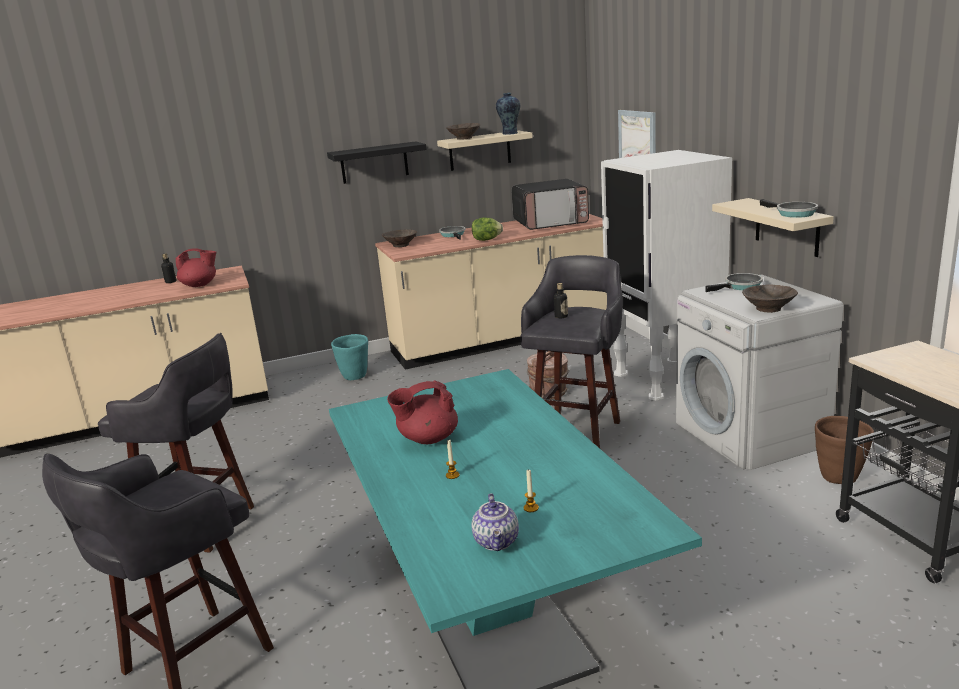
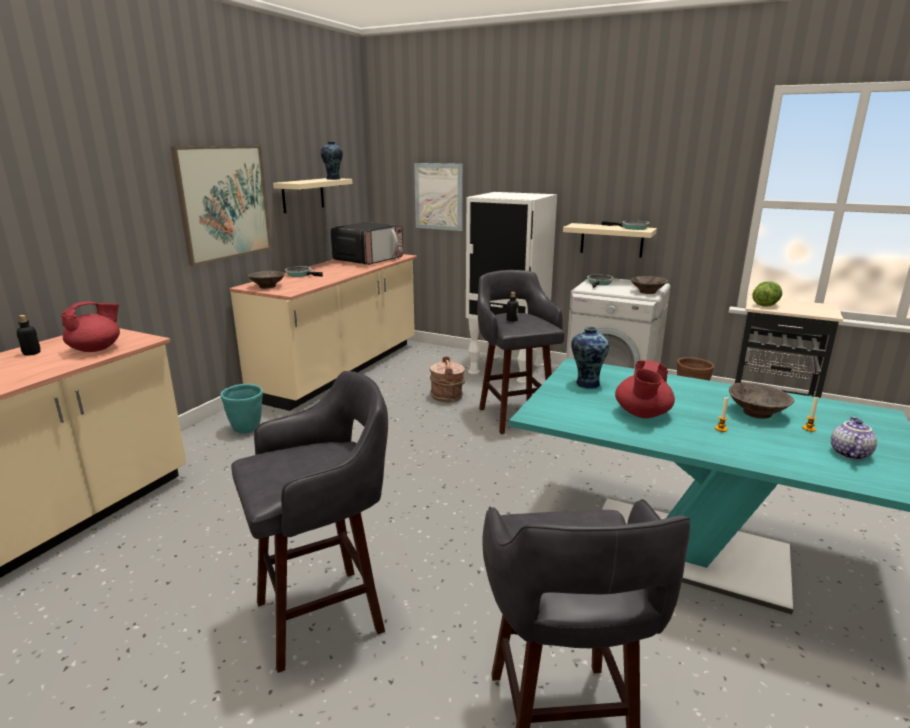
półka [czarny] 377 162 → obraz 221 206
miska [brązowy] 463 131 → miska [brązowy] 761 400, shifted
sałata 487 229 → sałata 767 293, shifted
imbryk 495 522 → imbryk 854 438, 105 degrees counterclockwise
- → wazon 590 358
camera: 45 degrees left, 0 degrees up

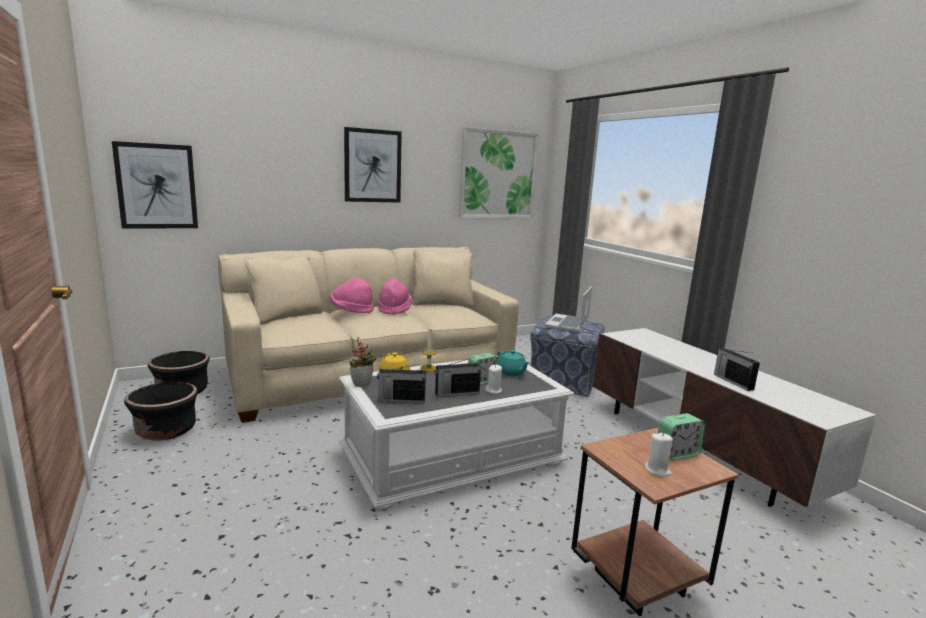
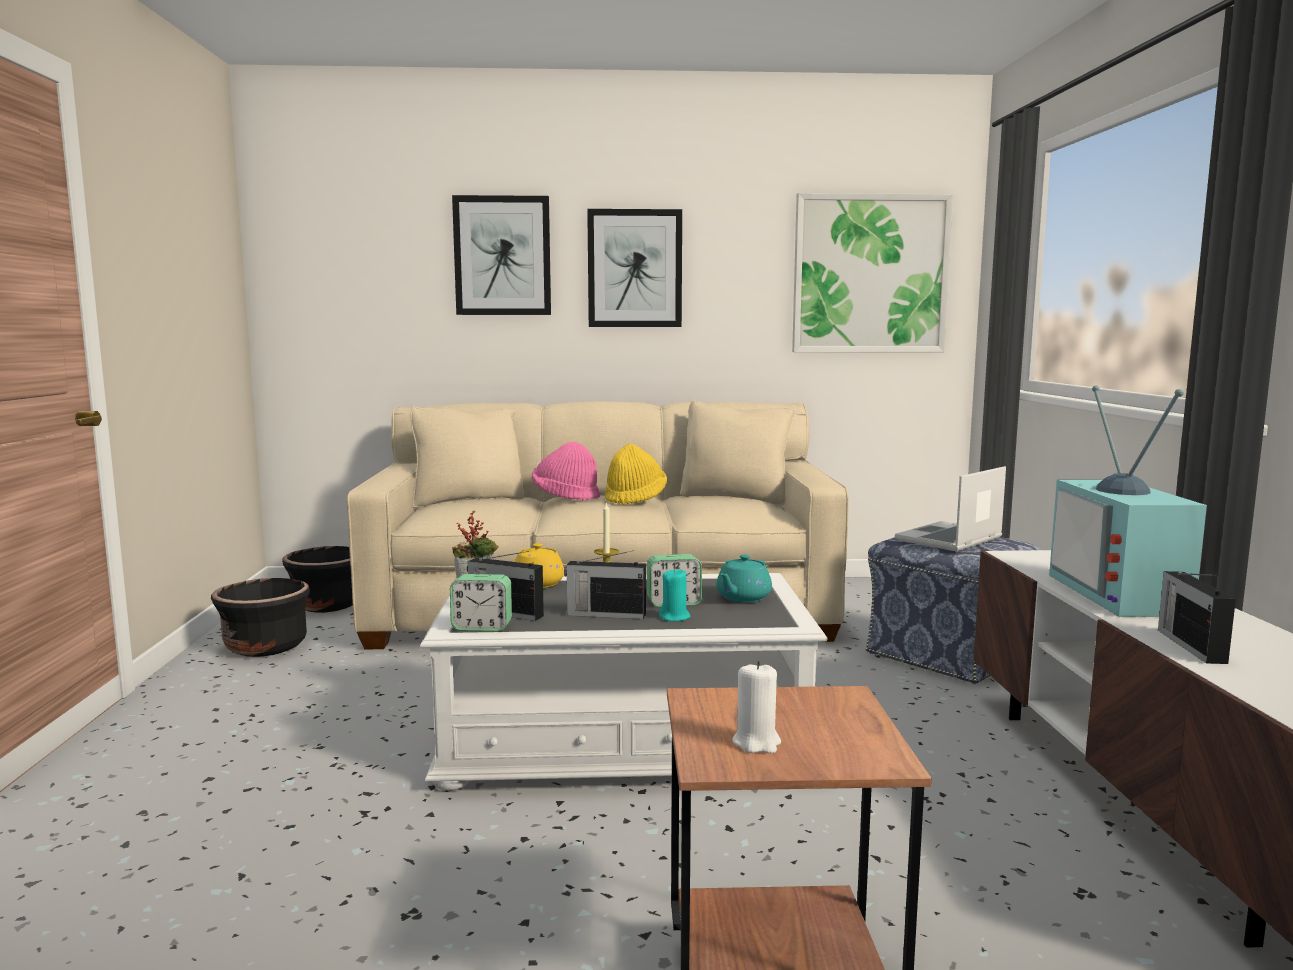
obraz 155 185 → obraz 501 255, shifted
kapelusz [różowy] 395 296 → kapelusz [żółty] 636 474
świeca [biały] 493 379 → świeca [turkusowy] 675 594
imbryk [turkusowy] 513 363 → imbryk [turkusowy] 744 578, 45 degrees clockwise
budzik 681 436 → budzik 481 602, shifted
- → telewizor 1128 501
camera: 25 degrees right, 5 degrees down

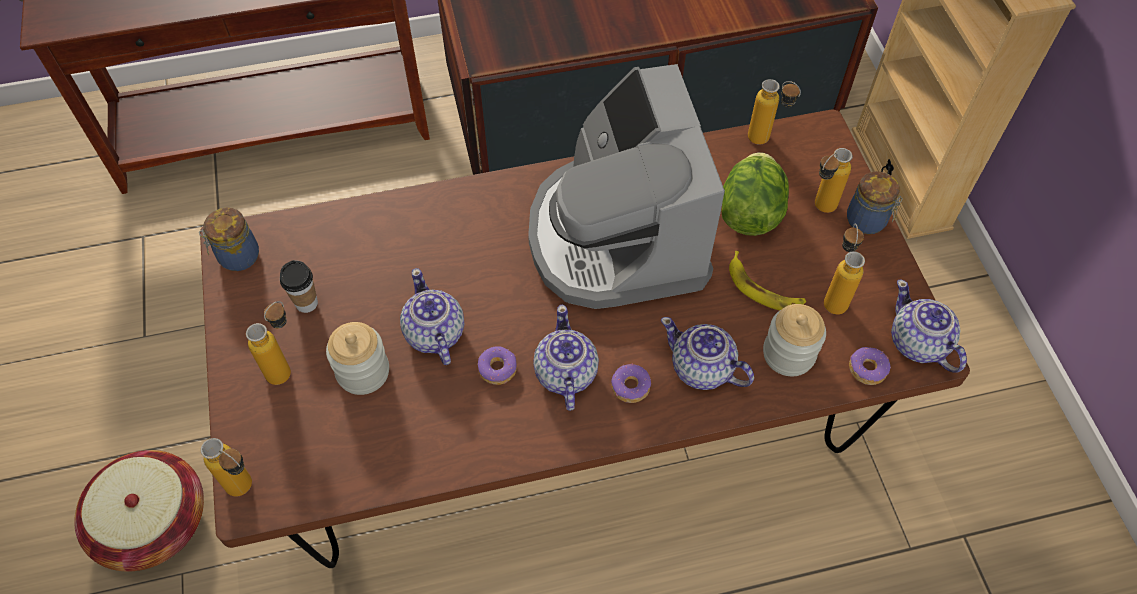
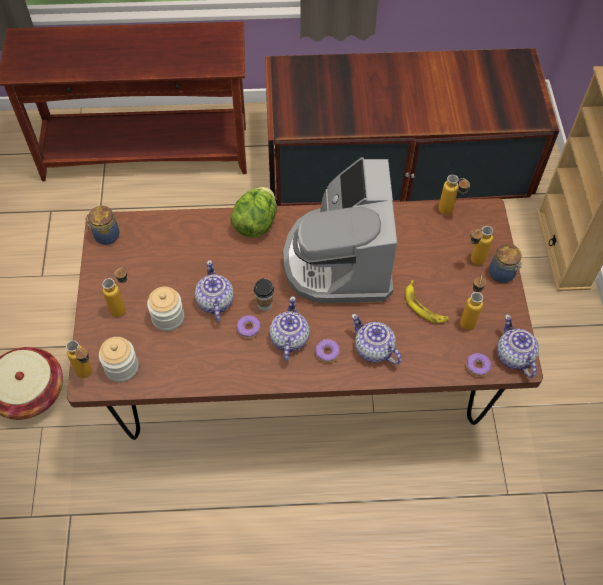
filiżanka 299 286 → filiżanka 264 294, shifted
sałata 755 194 → sałata 253 212, shifted
słoik 794 340 → słoik 119 359, shifted
camera: 10 degrees right, 0 degrees up

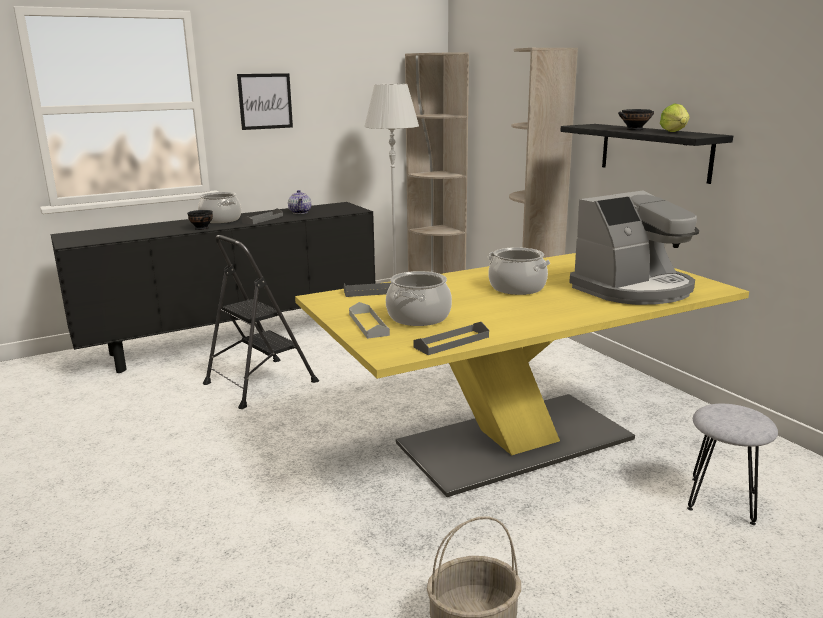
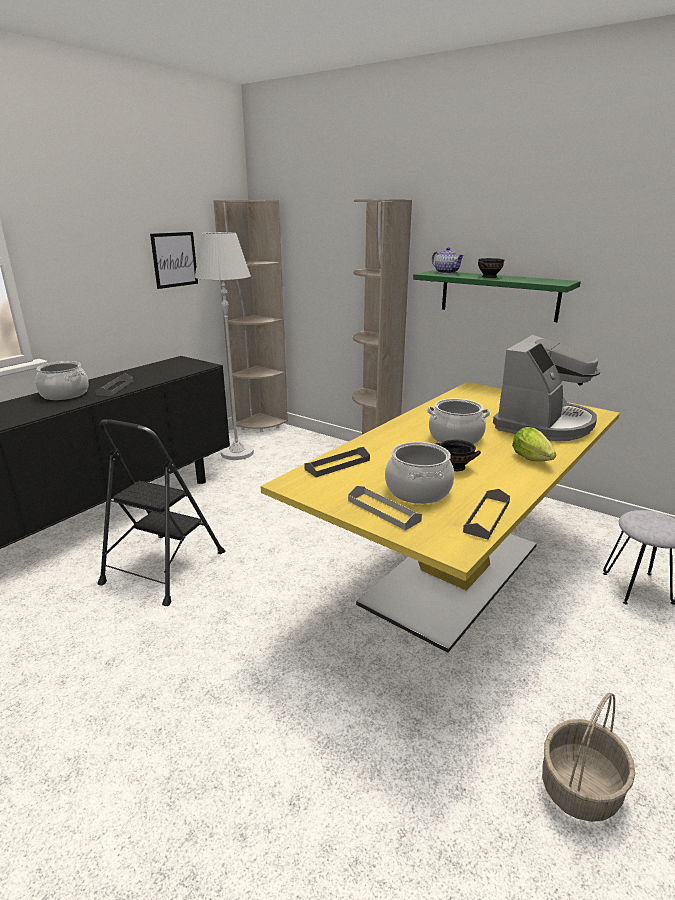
miska [czarny] 200 220 → miska [czarny] 458 455, shifted
obraz 265 101 → obraz 174 260, shifted
imbryk 299 202 → imbryk 448 260, shifted
półka [czarny] 646 154 → półka [zielony] 497 296
sałata 675 117 → sałata 534 444, shifted
camera: 25 degrees left, 5 degrees up

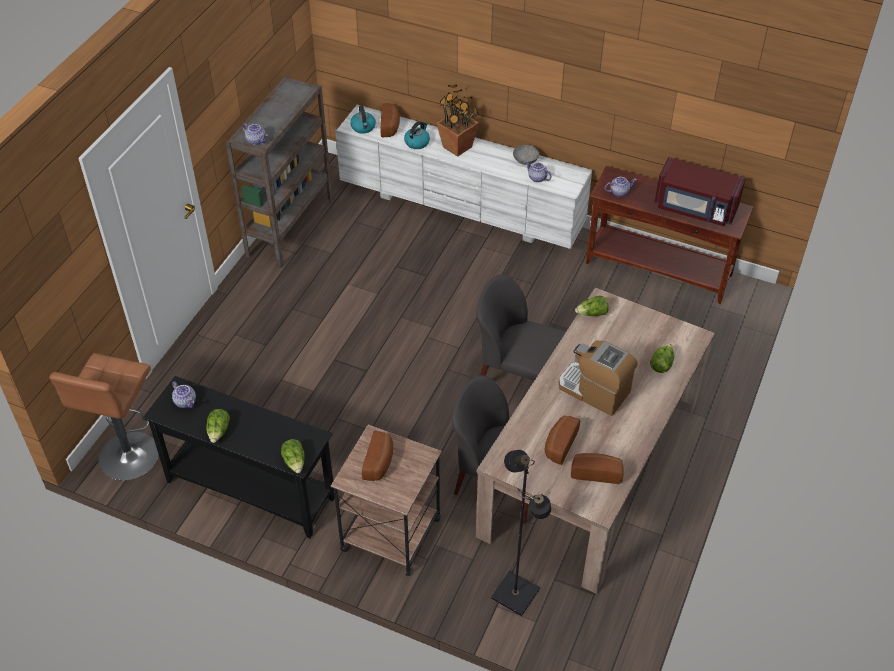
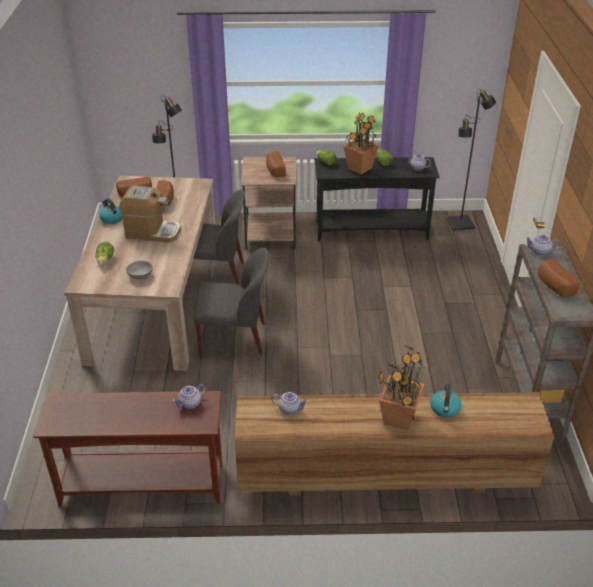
stołek [brązowy] 104 416 → lampa stojąca [czarny] 471 160
szafka [biały] 463 177 → szafka [brązowy] 395 443
czajnik 363 119 → czajnik 110 211, shifted
chleb 390 120 → chleb 559 277, shifted
miska [szary] 526 155 → miska [szary] 139 270, shifted
sałata 591 306 → -
mikrofalówka [czerwony] 700 191 → -
- → roślina doniczkowa 361 143
camera: 155 degrees right, 10 degrees down

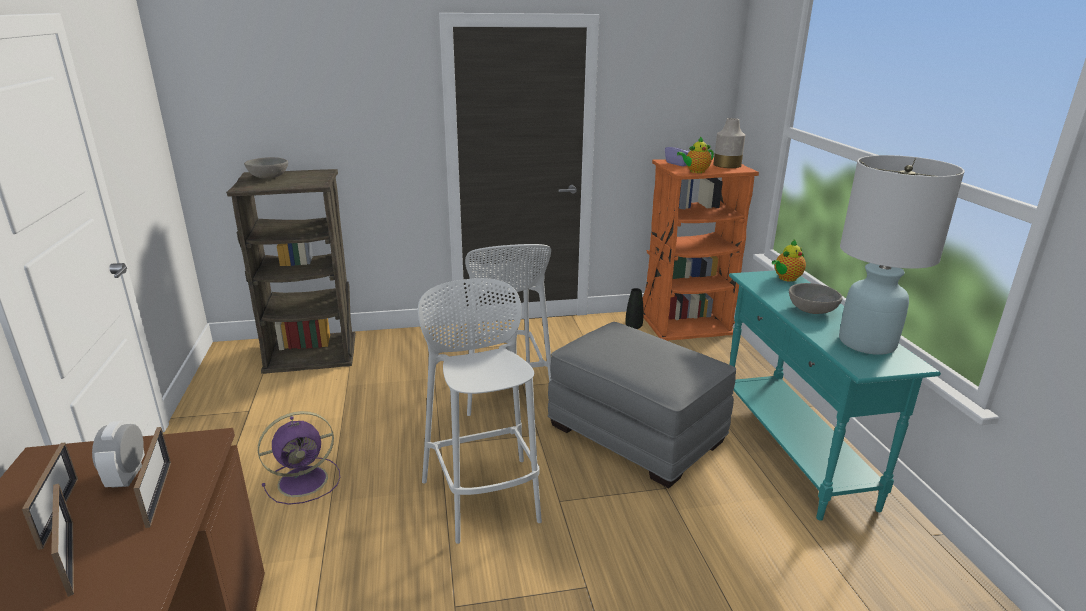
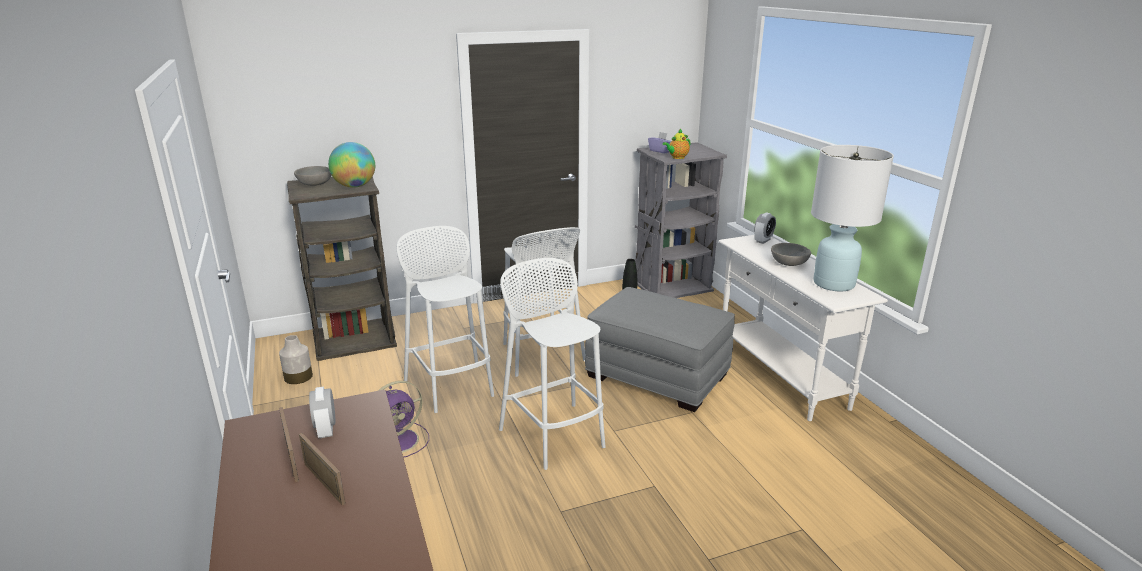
ramka na zdjęcie 152 477 → -
regał [pomarańczowy] 701 249 → regał [szary] 681 220
wazon [beżowy] 729 143 → wazon [beżowy] 296 359, shifted
stolik konsolowy [turkusowy] 835 395 → stolik konsolowy [biały] 803 328
imbryk 789 261 → budzik 765 228
- → globus 351 165
- → stołek [biały] 445 319
camera: 10 degrees left, 0 degrees up

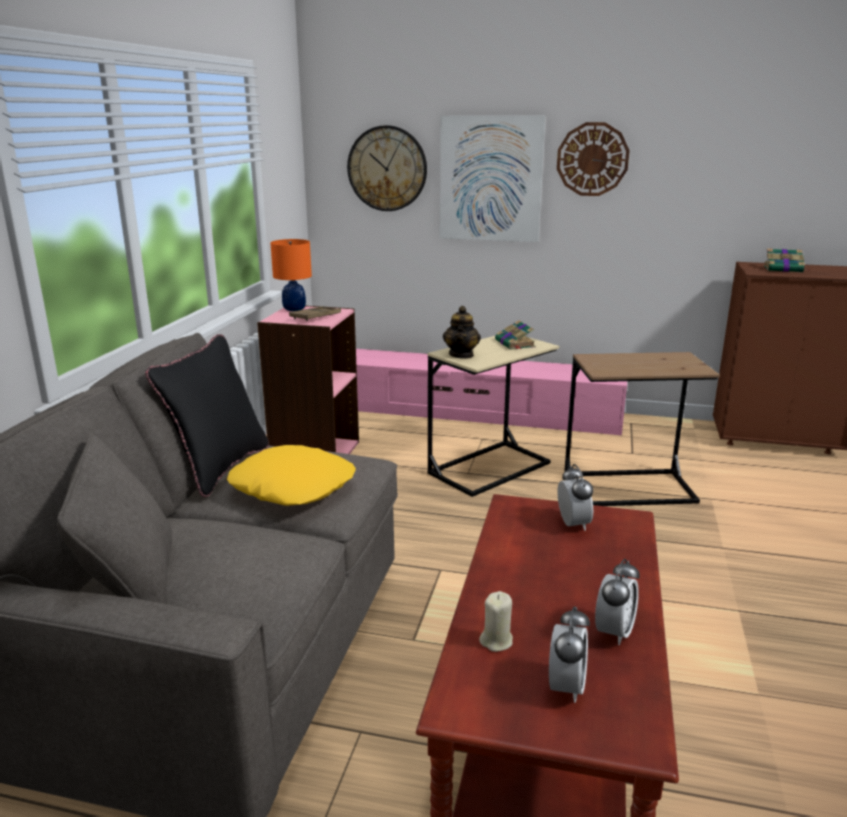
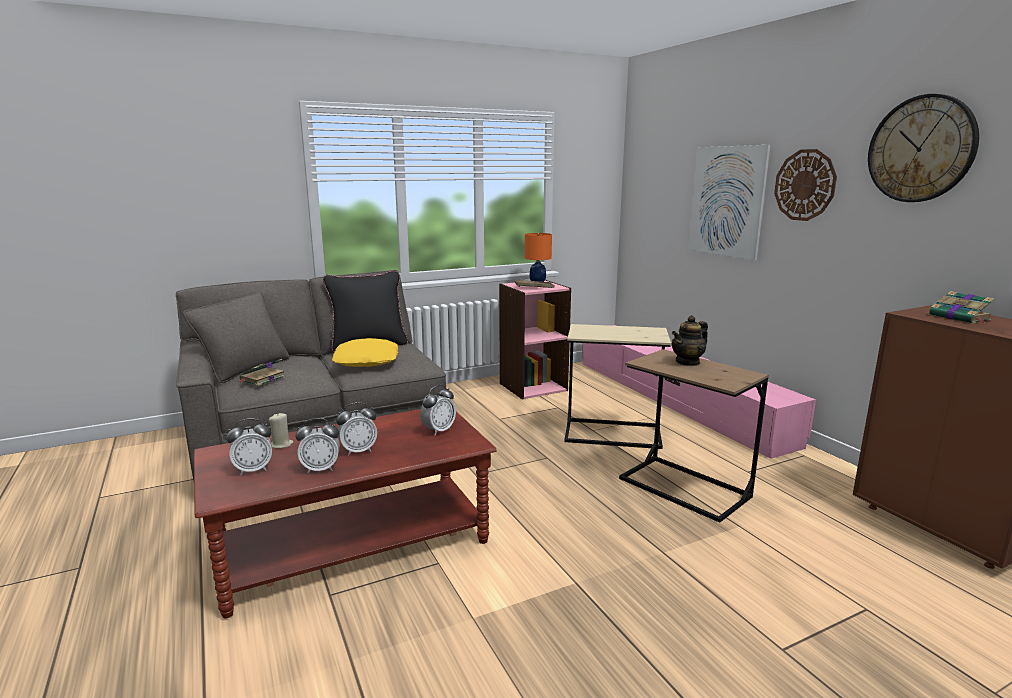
zegar ścienny 387 168 → zegar ścienny 923 148, shifted
imbryk 462 332 → imbryk 690 340, shifted
książka 515 335 → książka 262 372, shifted
- → budzik 356 428
camera: 50 degrees right, 5 degrees down

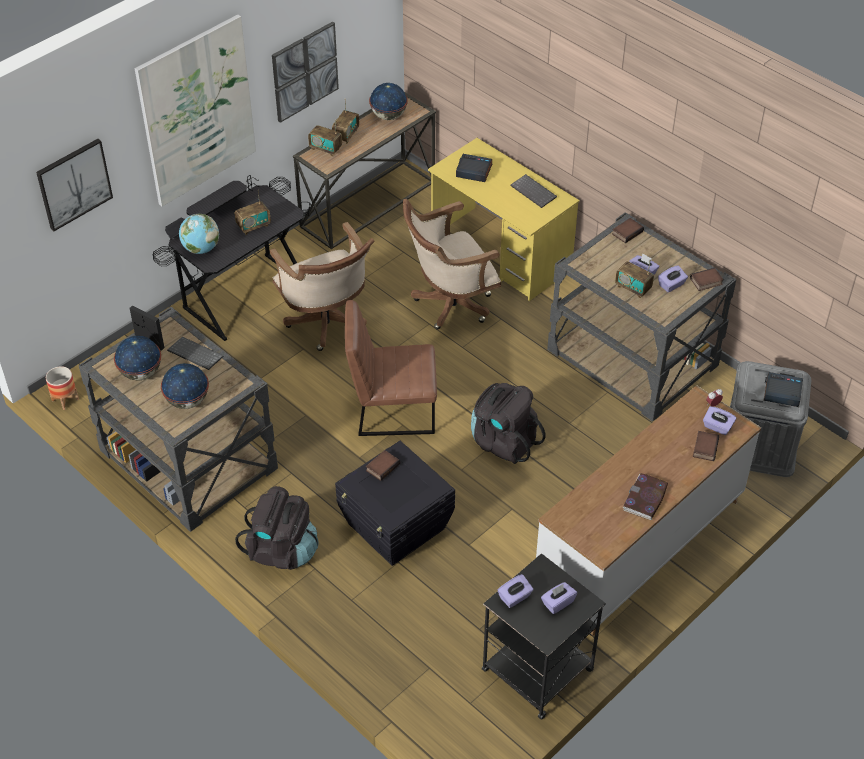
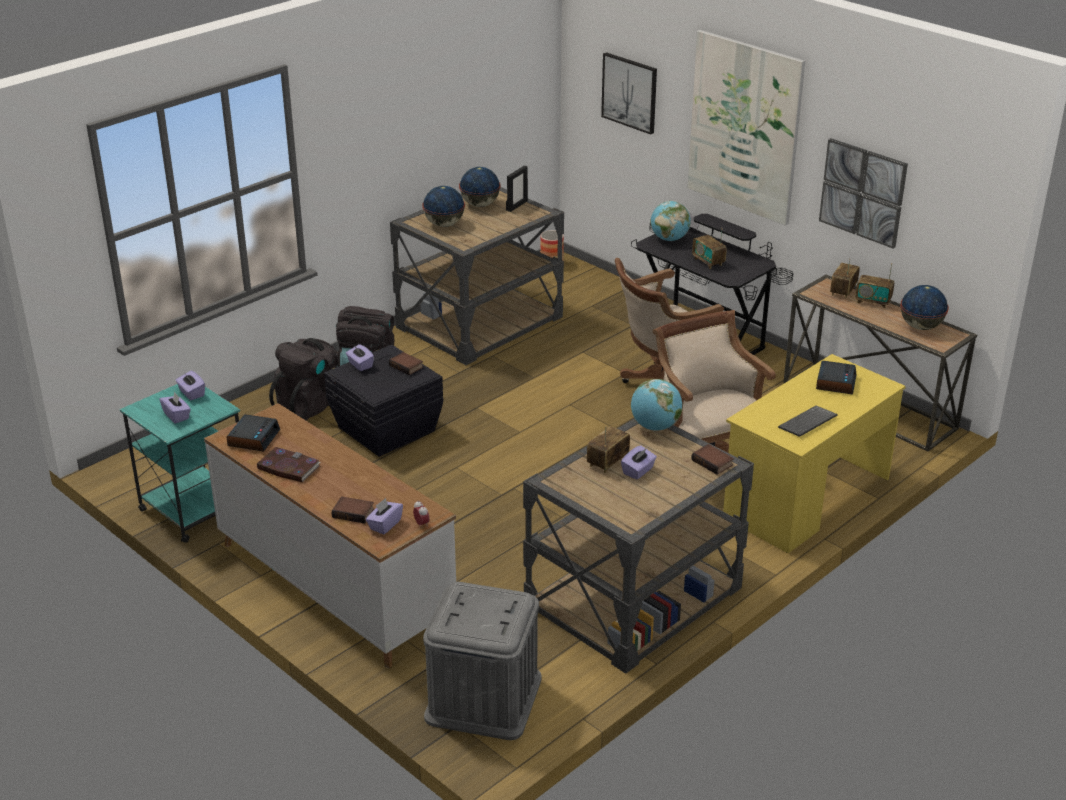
klawiatura 195 353 → -
krzesło [brązowy] 391 368 → -
plecak [czarny] 508 423 → plecak [czarny] 304 379, shifted
wózek [czarny] 544 636 → wózek [turkusowy] 180 463
pudełko chusteczek [fioletowy] 673 278 → pudełko chusteczek [fioletowy] 360 357, shifted
książka 707 279 → -
budzik 783 389 → budzik 253 433, shifted
- → globus 656 405
camera: 90 degrees right, 15 degrees down

